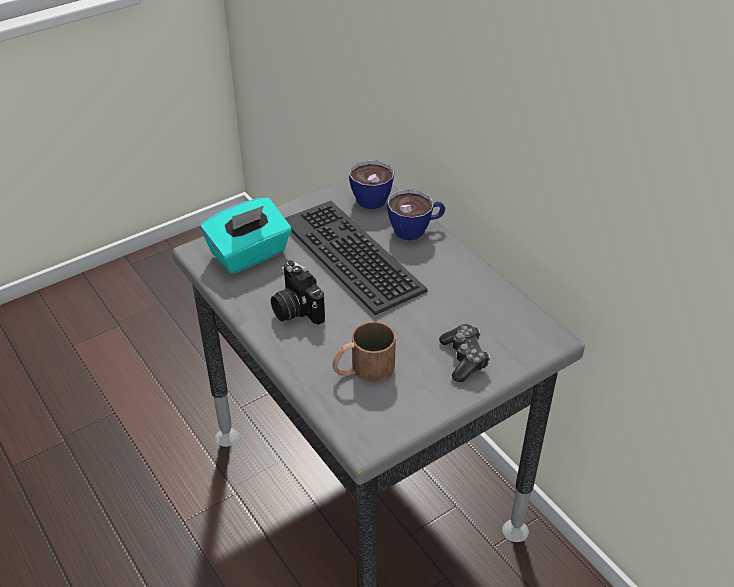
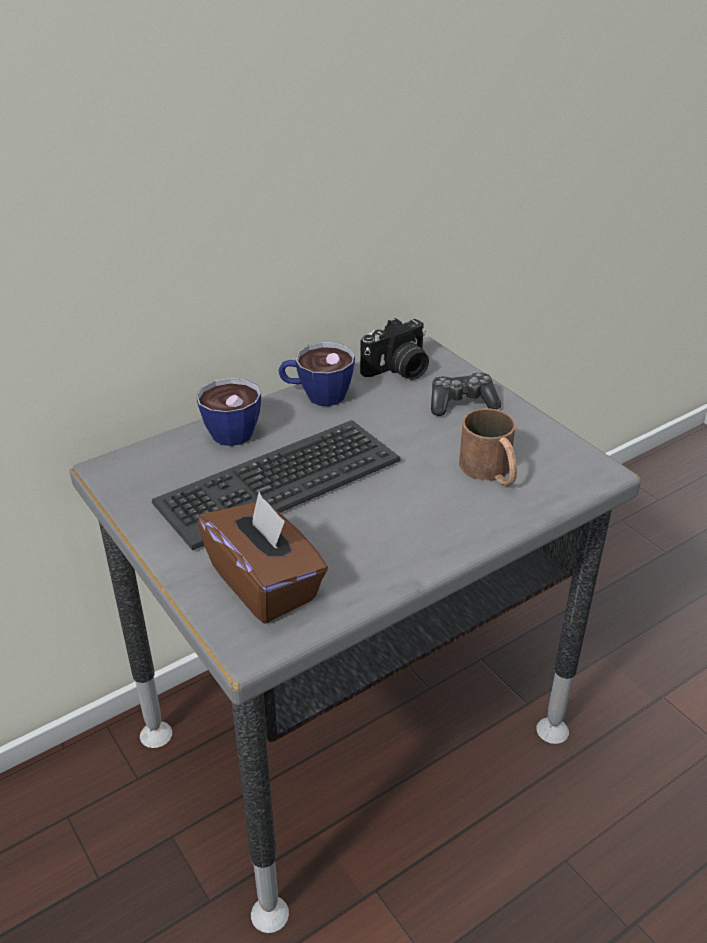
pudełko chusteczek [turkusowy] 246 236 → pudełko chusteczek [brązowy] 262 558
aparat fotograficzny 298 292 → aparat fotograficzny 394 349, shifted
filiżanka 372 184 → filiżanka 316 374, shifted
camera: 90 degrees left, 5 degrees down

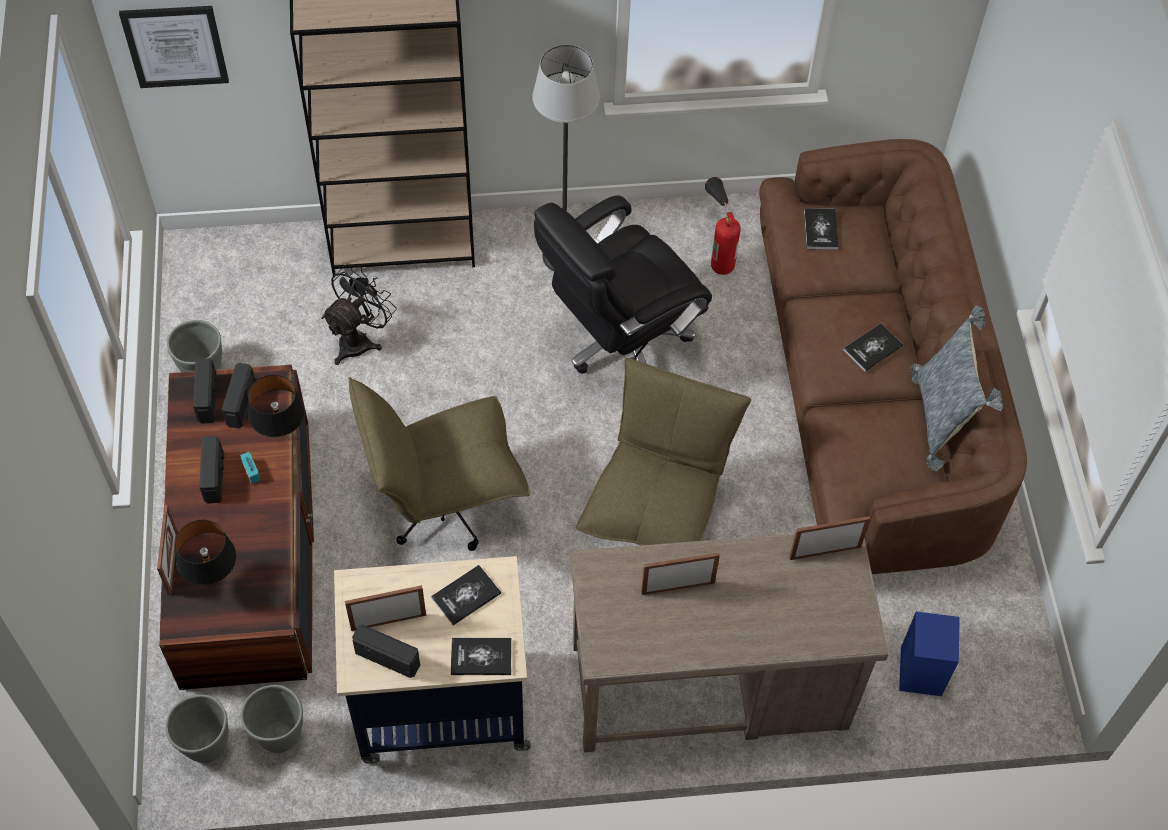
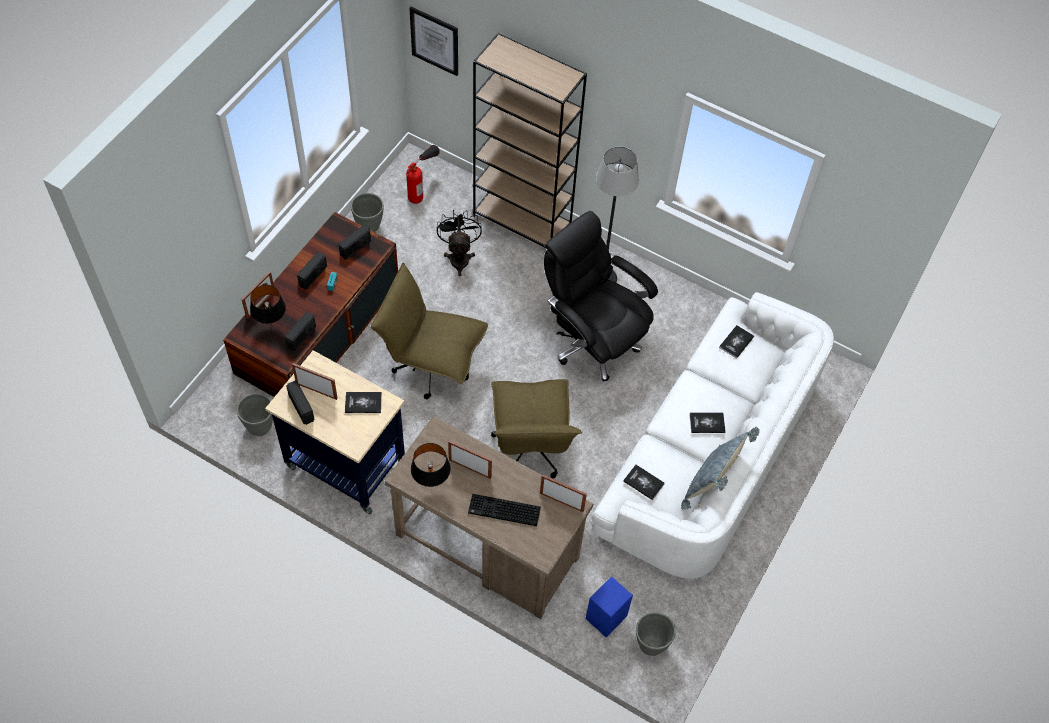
donica [szary] 197 728 → donica [szary] 656 634, shifted
radio 205 391 → radio 300 331, shifted
lampa stołowa [czarny] 276 407 → lampa stołowa [czarny] 431 465, shifted
wentylator [czarny] 359 314 → wentylator [czarny] 459 243, 75 degrees counterclockwise
książka 481 656 → książka 644 482, shifted
krzesło biurowe [czarny] 623 284 → krzesło biurowe [czarny] 601 296, 45 degrees clockwise
krzesło biurowe [beżowy] 663 452 → krzesło biurowe [beżowy] 536 428, 120 degrees clockwise
gaśnica 723 226 → gaśnica 423 174, shifted
kanapa [brązowy] 893 356 → kanapa [biały] 713 435
- → klawiatura 504 510
camera: 35 degrees right, 0 degrees up

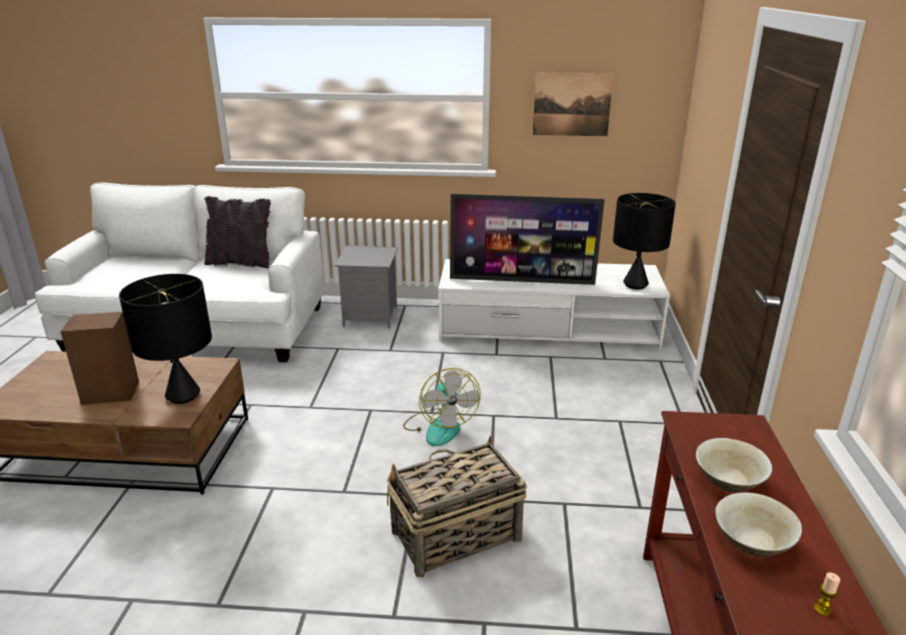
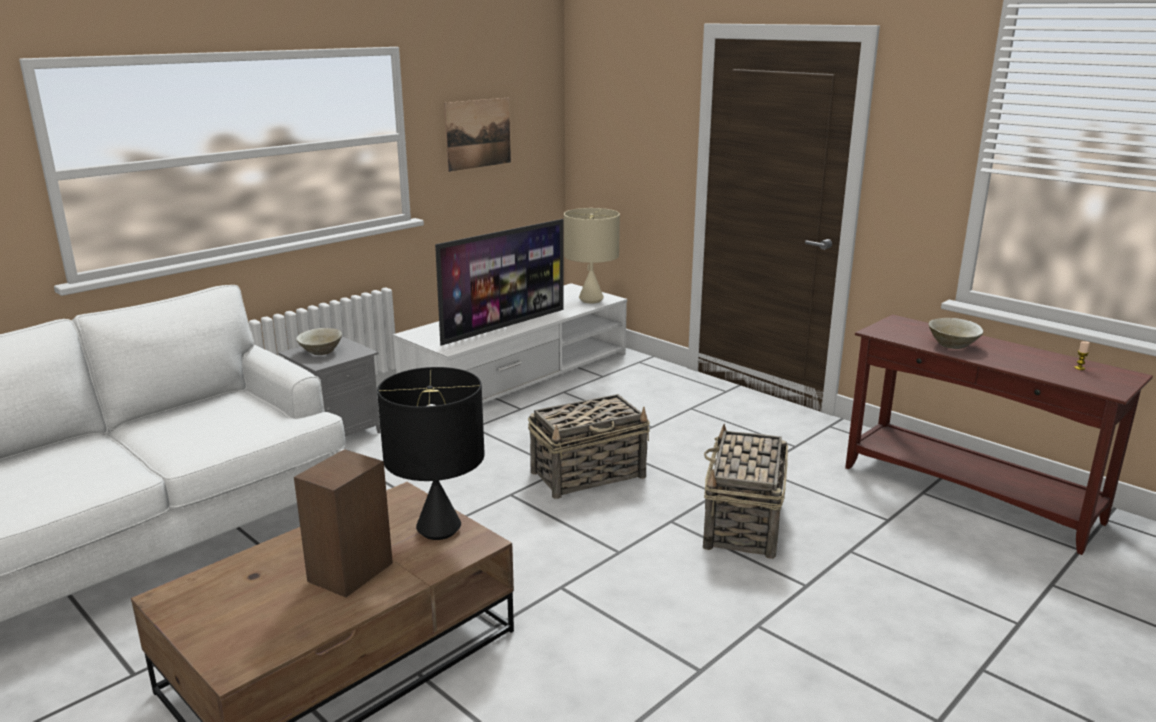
poduszka [czarny] 237 232 → -
wentylator 441 407 → koszyk 589 446
lampa stołowa [czarny] 644 241 → lampa stołowa [beżowy] 592 255
miska [beżowy] 758 524 → miska [beżowy] 319 341, shifted
camera: 50 degrees left, 5 degrees down

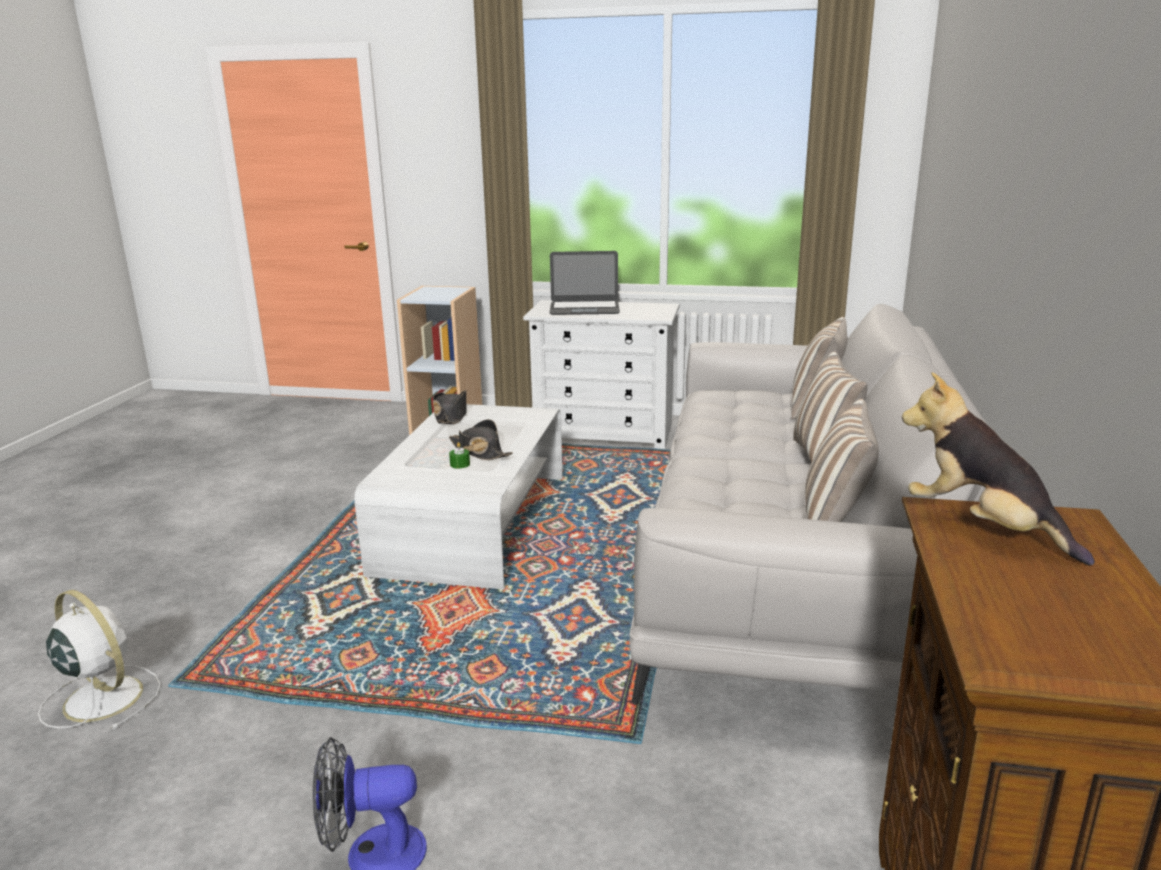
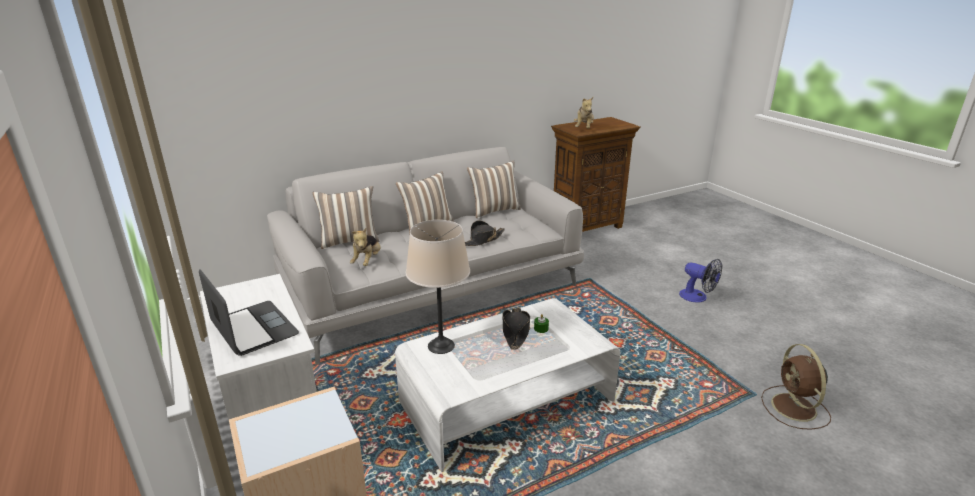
wentylator [biały] 99 659 → wentylator [brązowy] 796 387
kapelusz [czarny] 450 407 → kapelusz [czarny] 485 233, shifted
- → pluszak 365 247
- → lampa stołowa [beżowy] 438 287
camera: 130 degrees left, 5 degrees up

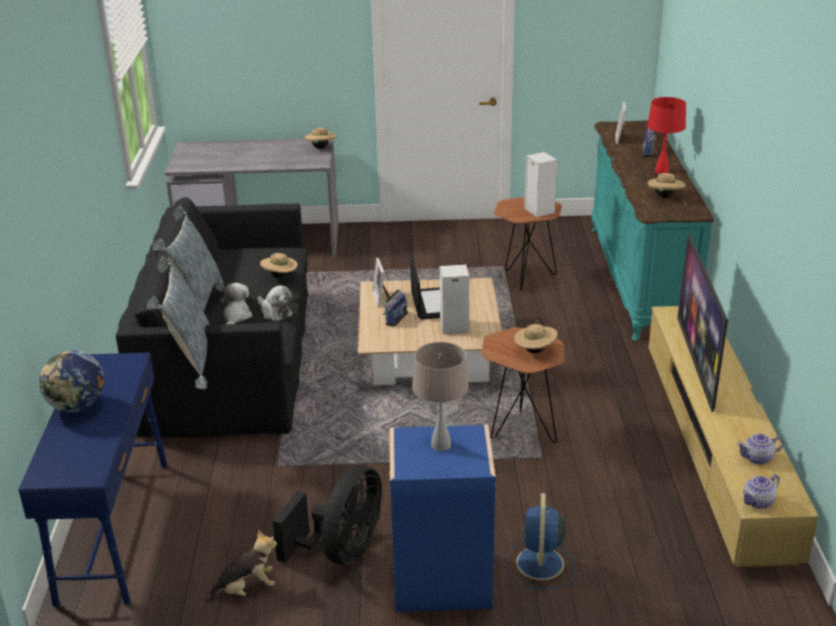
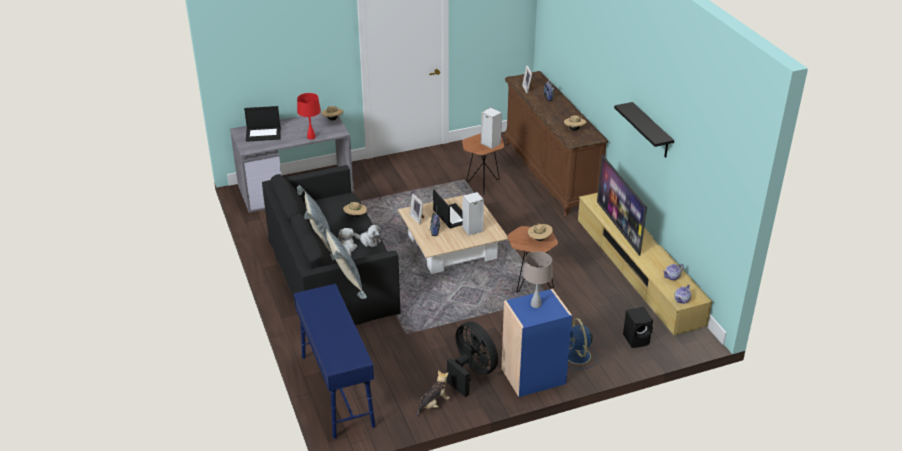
globus 71 381 → -
wentylator [czarny] 327 515 → wentylator [czarny] 472 359, 45 degrees counterclockwise
szafka [turkusowy] 652 230 → szafka [brązowy] 556 144
lampa stołowa [czerwony] 666 135 → lampa stołowa [czerwony] 309 116, shifted
- → laptop 262 124
- → półka [czarny] 644 130
- → głośnik [czarny] 638 327
camera: 20 degrees left, 5 degrees up

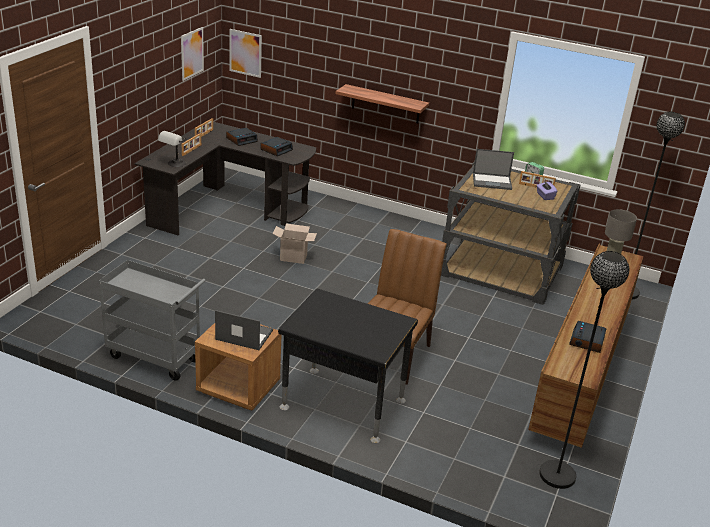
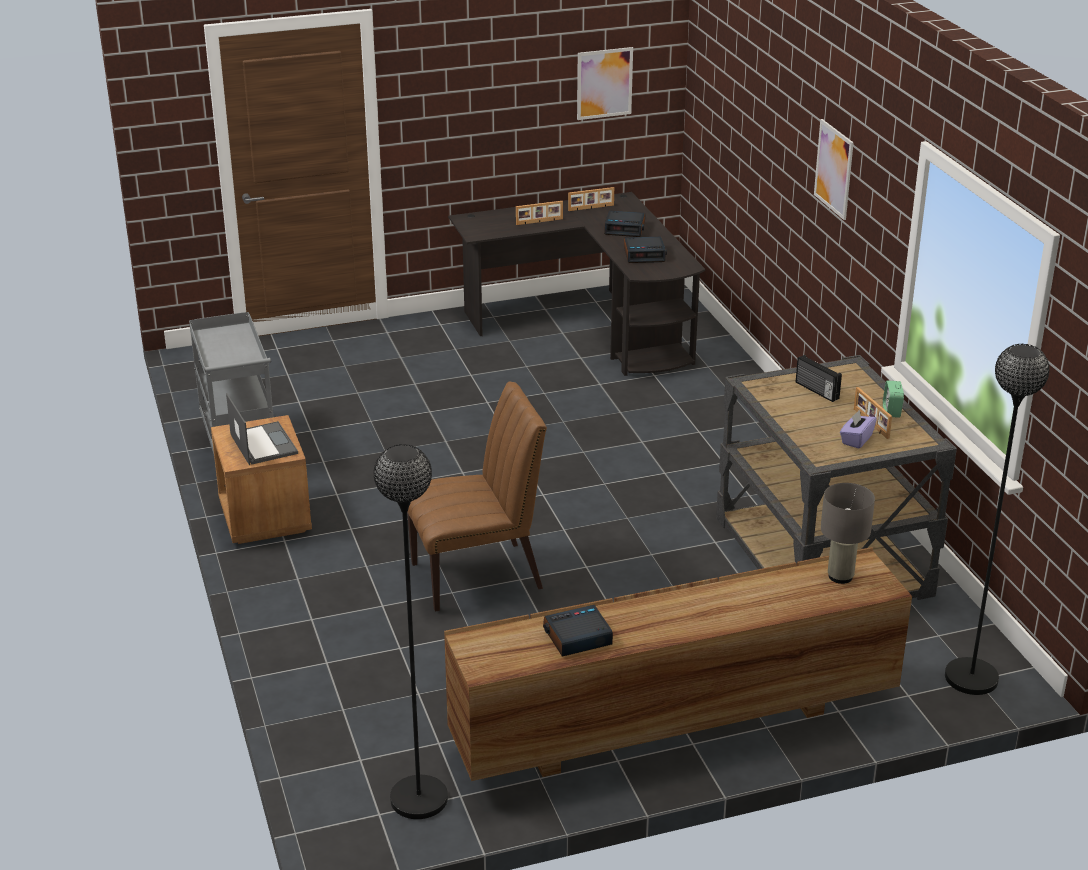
lampa stołowa 172 149 → -
obraz 245 53 → obraz 834 169, shifted
karton 295 244 → -
biurko [czarny] 348 365 → -
półka 382 103 → -
laptop 493 169 → radio 819 378
camera: 50 degrees right, 0 degrees up

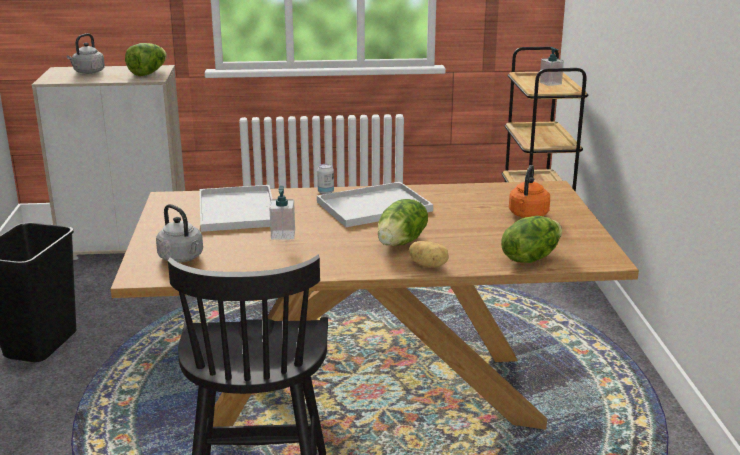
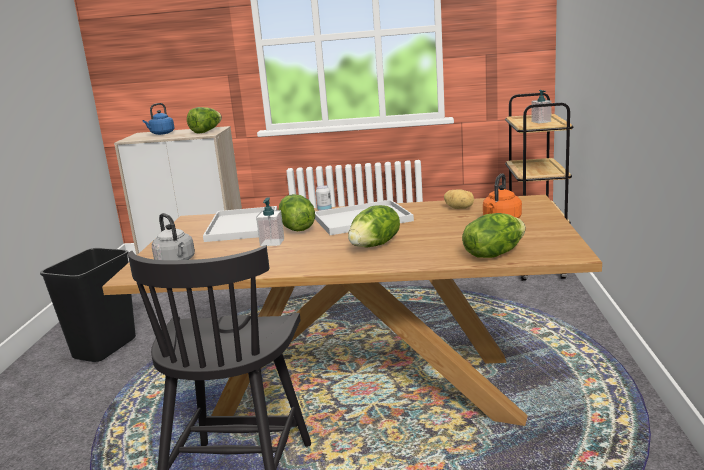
czajnik [szary] 85 53 → czajnik [niebieski] 158 119
ziemniak 429 254 → ziemniak 459 199, shifted
- → sałata 297 212
camera: 10 degrees right, 5 degrees down

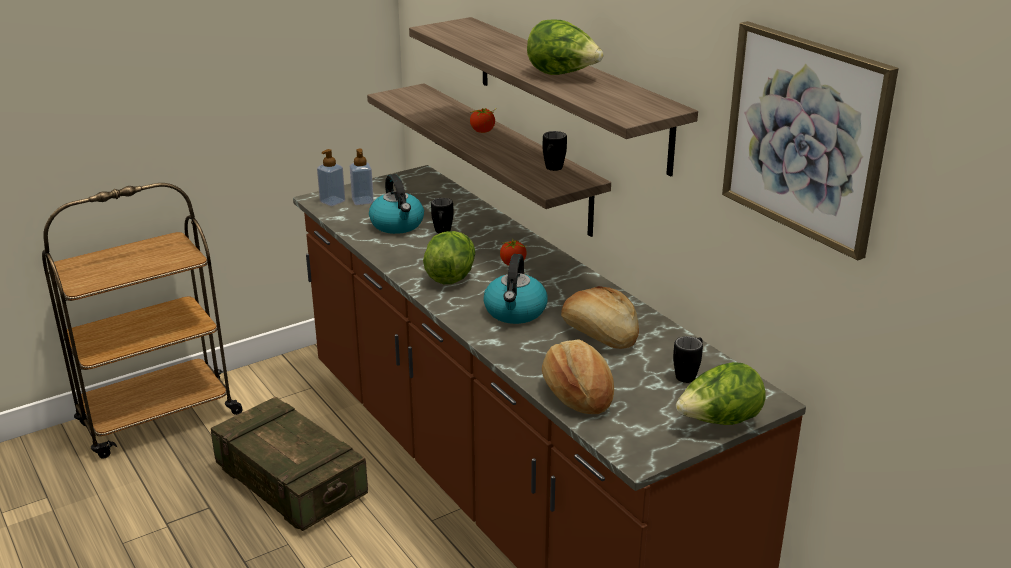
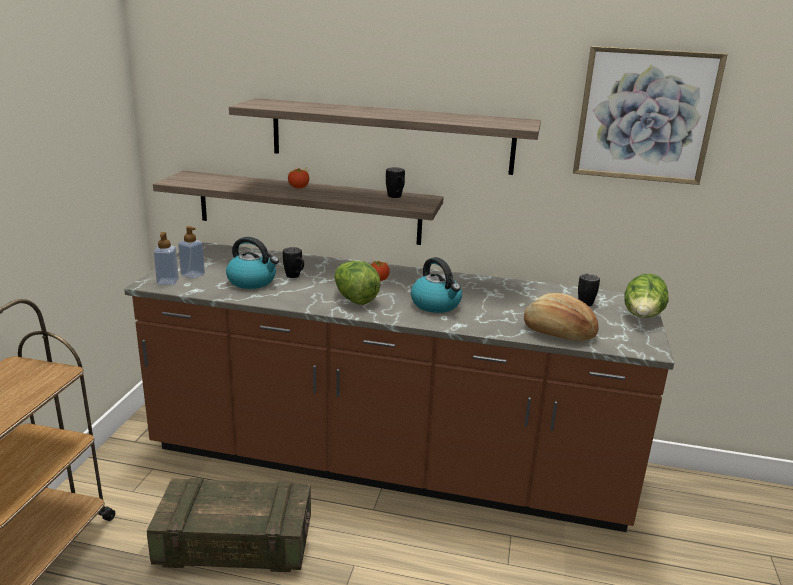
sałata 565 47 → -
chleb 600 317 → -
camera: 45 degrees left, 5 degrees down

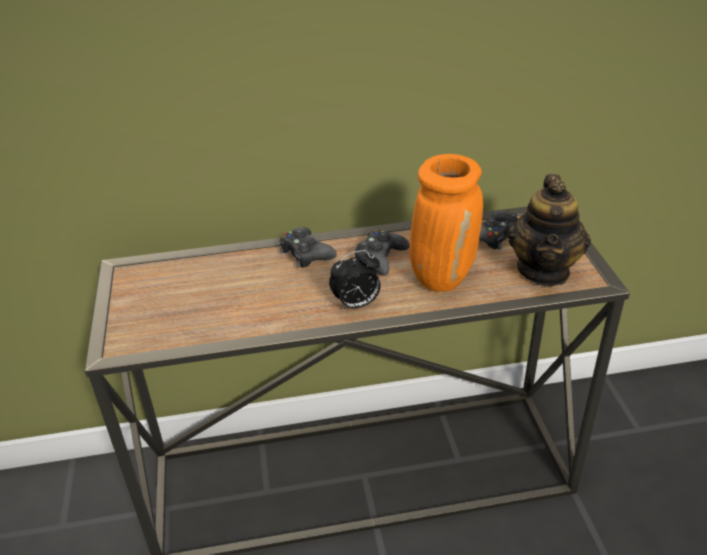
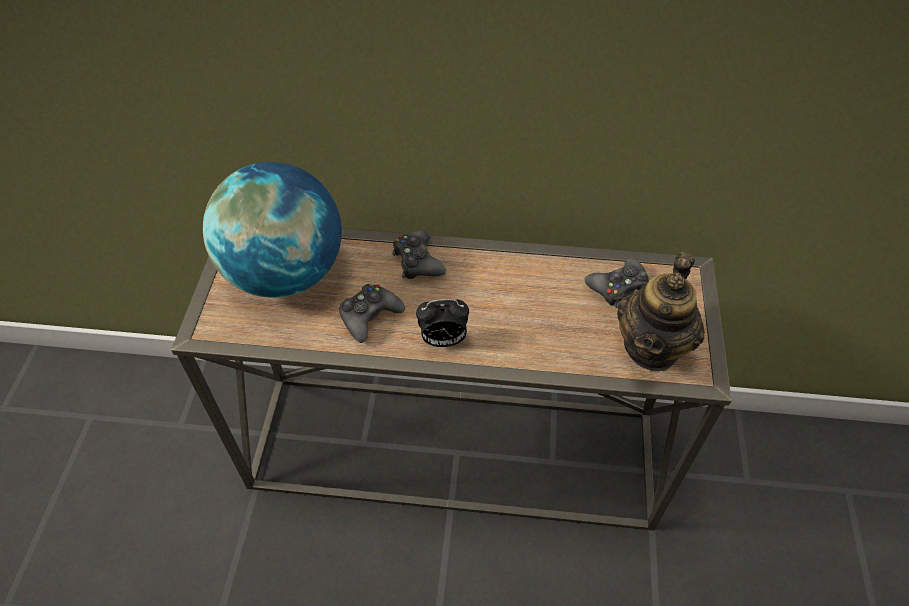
pad do gier [czarny] 382 252 → pad do gier [czarny] 372 313, shifted
wazon [pomarańczowy] 446 223 → -
- → globus 272 230
camera: 15 degrees right, 15 degrees up

